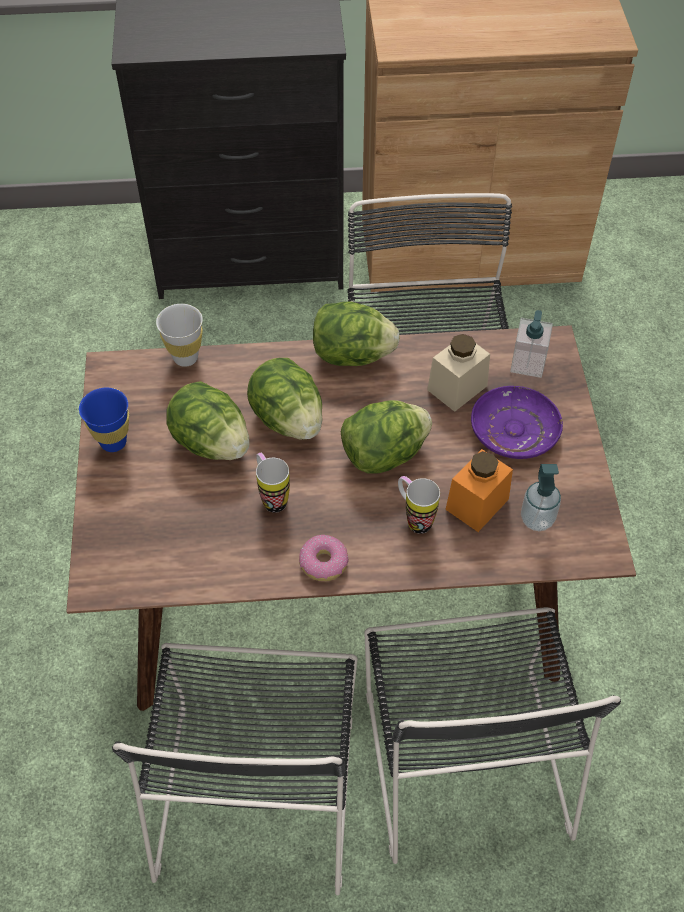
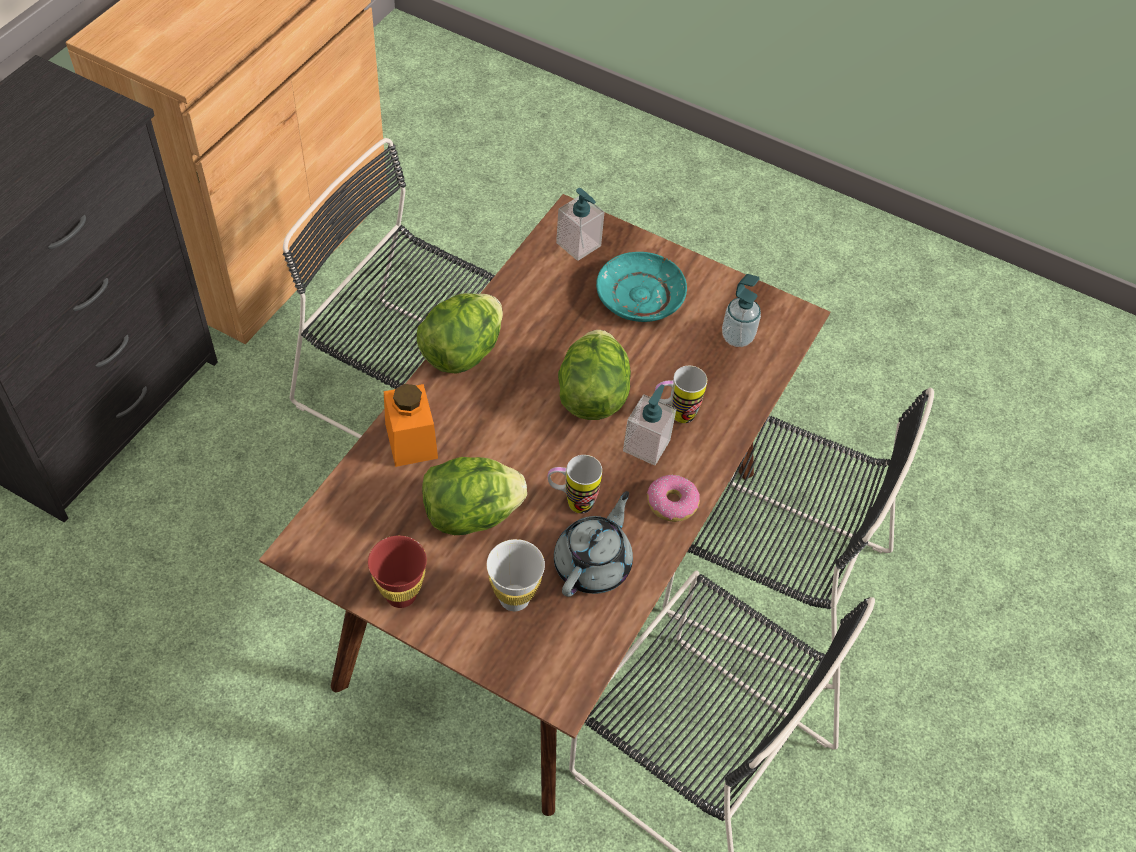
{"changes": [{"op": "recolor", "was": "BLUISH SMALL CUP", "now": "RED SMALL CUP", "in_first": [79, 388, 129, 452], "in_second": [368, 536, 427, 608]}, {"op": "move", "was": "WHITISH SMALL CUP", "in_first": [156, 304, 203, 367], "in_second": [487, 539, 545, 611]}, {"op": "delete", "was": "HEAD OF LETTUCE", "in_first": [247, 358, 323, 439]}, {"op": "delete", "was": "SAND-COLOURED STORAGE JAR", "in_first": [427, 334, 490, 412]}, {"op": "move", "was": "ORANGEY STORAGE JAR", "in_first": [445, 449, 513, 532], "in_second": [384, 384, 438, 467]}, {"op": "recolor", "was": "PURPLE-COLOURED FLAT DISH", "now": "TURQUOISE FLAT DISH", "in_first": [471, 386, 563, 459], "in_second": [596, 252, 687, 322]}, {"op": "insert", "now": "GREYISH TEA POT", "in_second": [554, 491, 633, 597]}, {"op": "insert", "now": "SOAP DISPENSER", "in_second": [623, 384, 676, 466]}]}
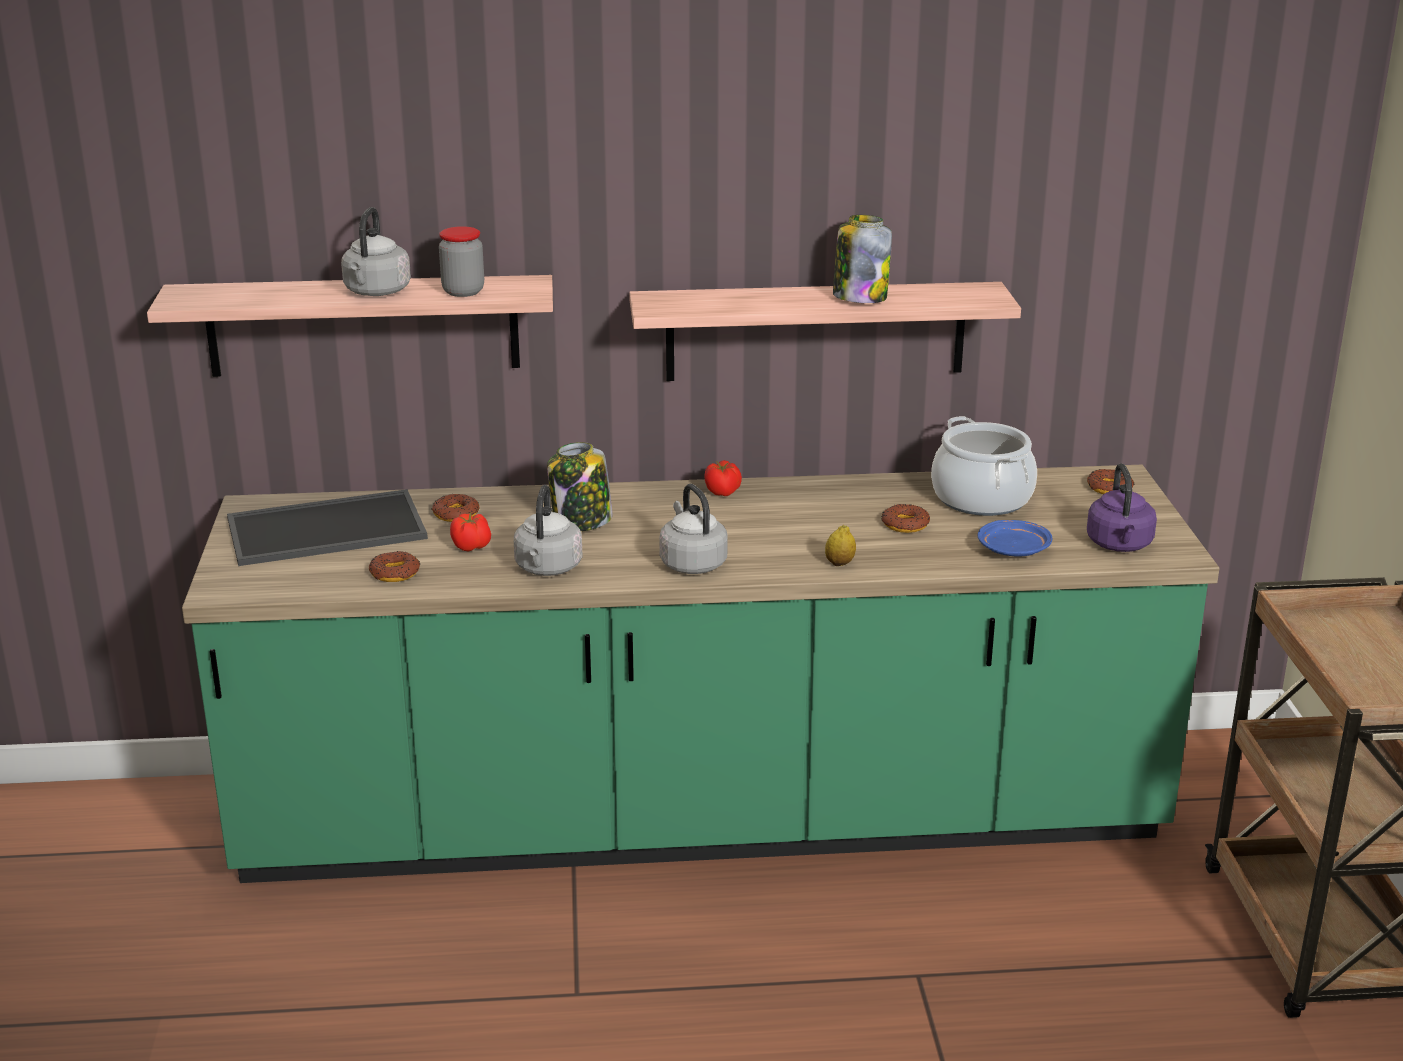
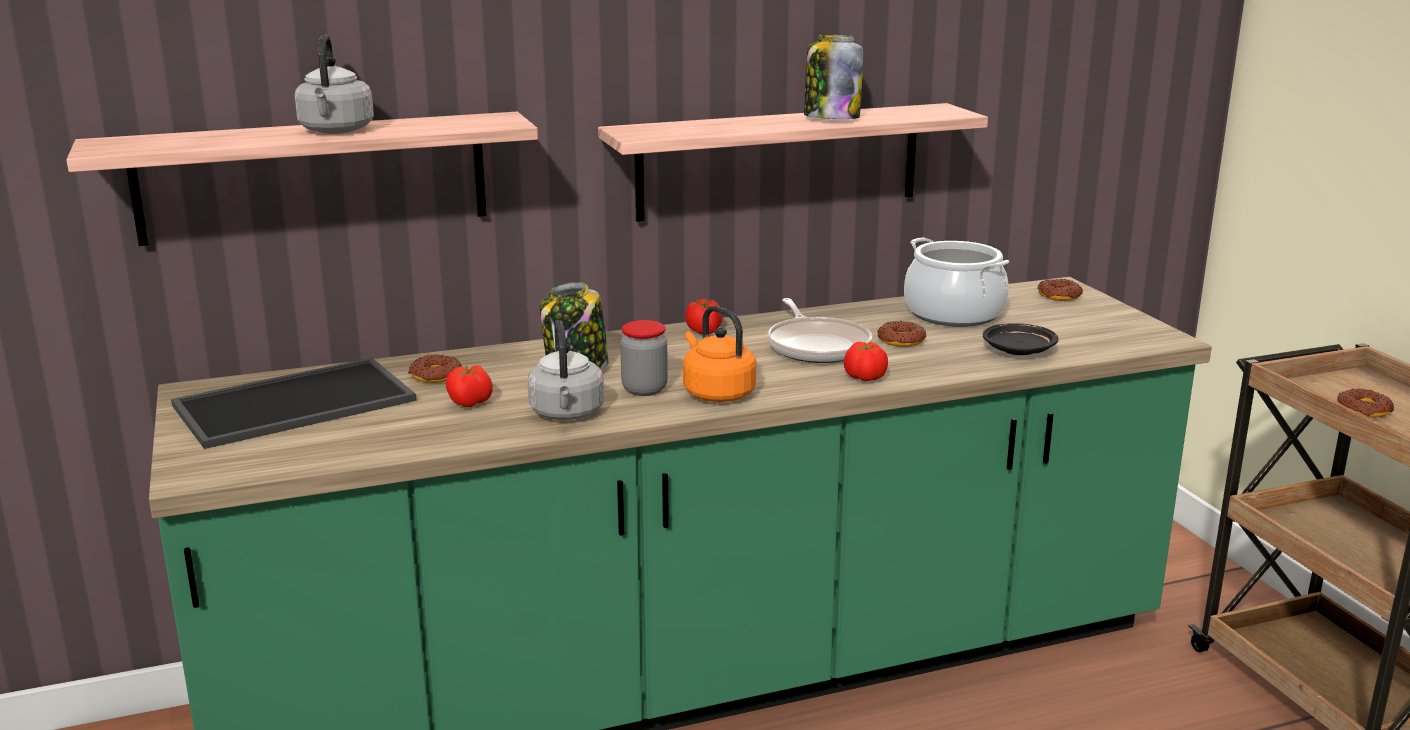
{"changes": [{"op": "move", "was": "RING DOUGHNUT", "in_first": [369, 551, 420, 582], "in_second": [1337, 389, 1394, 418]}, {"op": "move", "was": "STORAGE JAR", "in_first": [439, 226, 484, 297], "in_second": [620, 320, 668, 396]}, {"op": "recolor", "was": "GREYISH KETTLE", "now": "ORANGEY KETTLE", "in_first": [659, 484, 728, 574], "in_second": [683, 306, 756, 402]}, {"op": "replace", "was": "WHOLE LEMON", "now": "TOMATO", "in_first": [825, 525, 856, 566], "in_second": [844, 342, 888, 382]}, {"op": "recolor", "was": "BLUISH FLAT DISH", "now": "BLACK-COLOURED FLAT DISH", "in_first": [977, 520, 1052, 556], "in_second": [983, 323, 1059, 355]}, {"op": "delete", "was": "PURPLE-COLOURED KETTLE", "in_first": [1087, 463, 1157, 552]}, {"op": "insert", "now": "PAN", "in_second": [767, 298, 872, 363]}]}
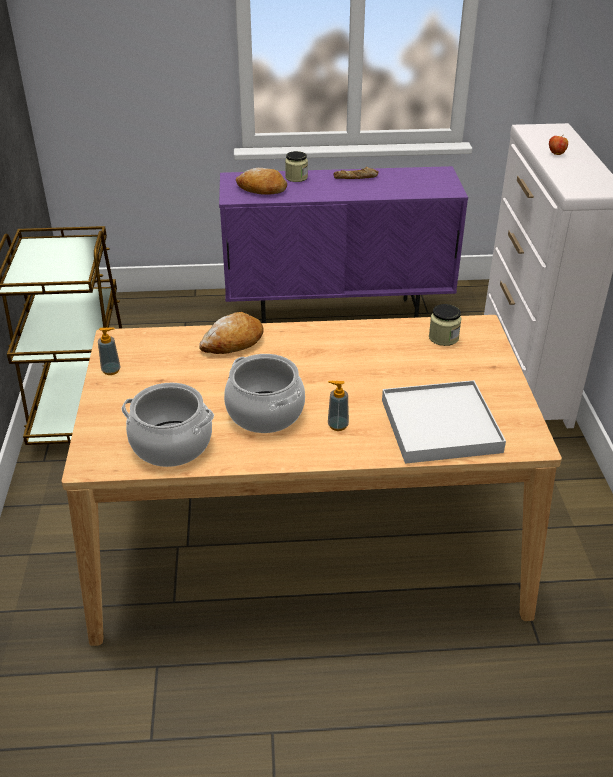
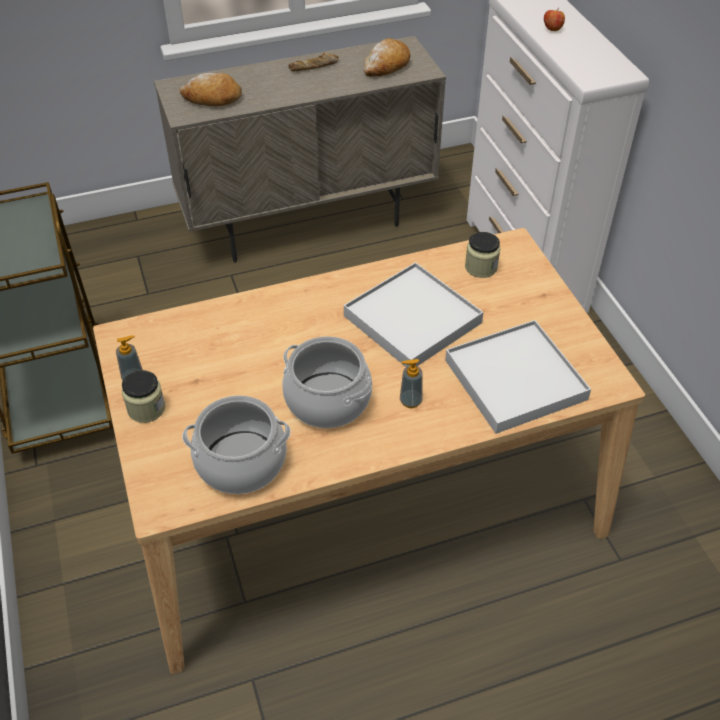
{"changes": [{"op": "move", "was": "BREAD", "in_first": [199, 312, 264, 354], "in_second": [364, 38, 410, 76]}, {"op": "recolor", "was": "PURPLE-COLOURED CUPBOARD", "now": "SAND-COLOURED CUPBOARD", "in_first": [219, 166, 468, 323], "in_second": [154, 36, 446, 262]}, {"op": "move", "was": "STORAGE JAR", "in_first": [285, 151, 308, 182], "in_second": [122, 370, 165, 423]}, {"op": "insert", "now": "WHITISH CARRYING TRAY", "in_second": [344, 262, 484, 367]}]}
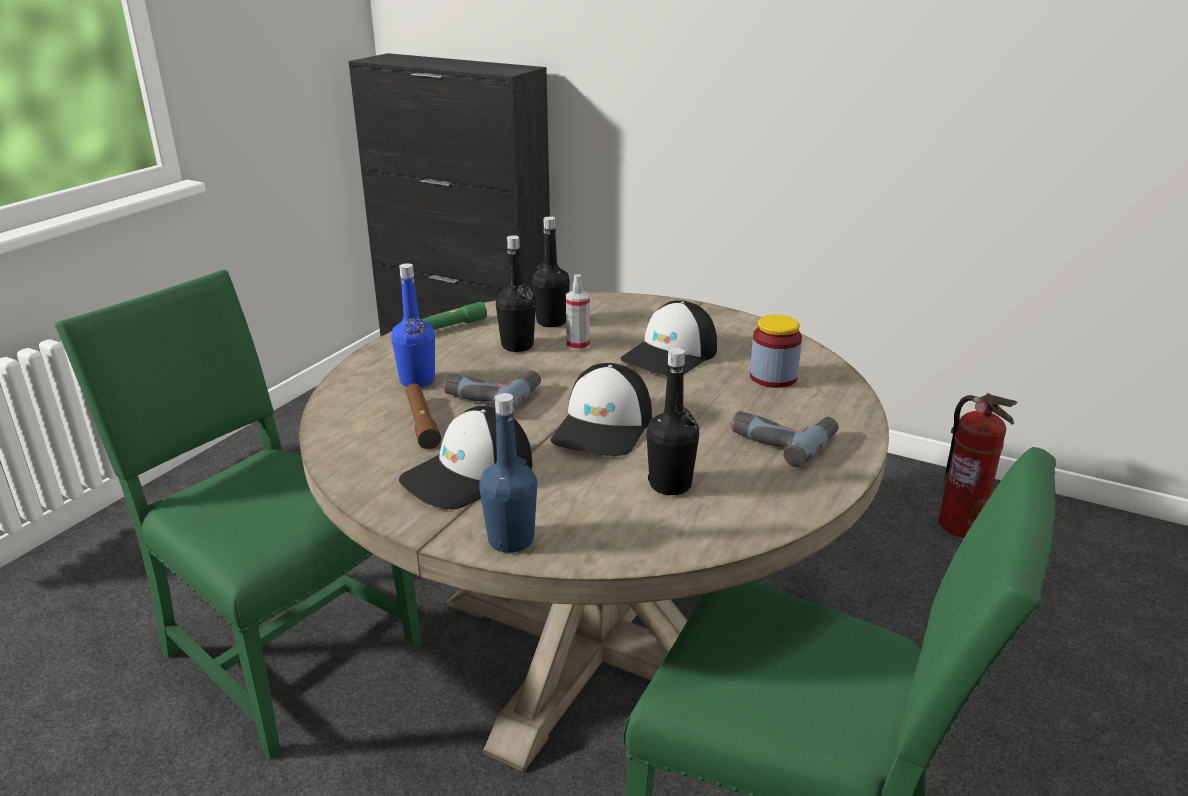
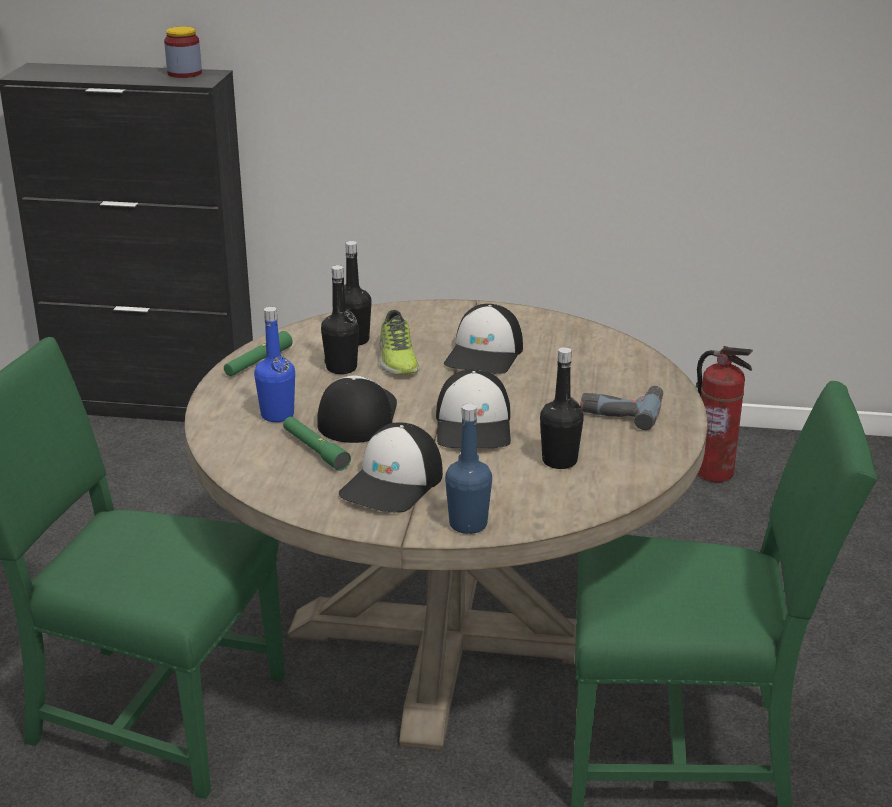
{"changes": [{"op": "recolor", "was": "BROWN-COLOURED HAND TORCH", "now": "GREEN HAND TORCH", "in_first": [406, 383, 441, 449], "in_second": [283, 417, 351, 471]}, {"op": "replace", "was": "POWER DRILL", "now": "CAP", "in_first": [443, 371, 541, 409], "in_second": [317, 375, 397, 443]}, {"op": "replace", "was": "SPRAY BOTTLE", "now": "SHOE", "in_first": [566, 274, 590, 351], "in_second": [379, 310, 419, 374]}, {"op": "move", "was": "STORAGE JAR", "in_first": [750, 315, 802, 388], "in_second": [164, 27, 202, 78]}]}
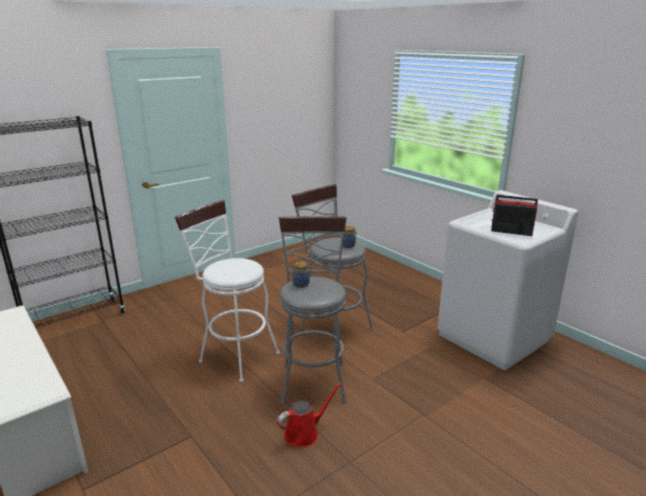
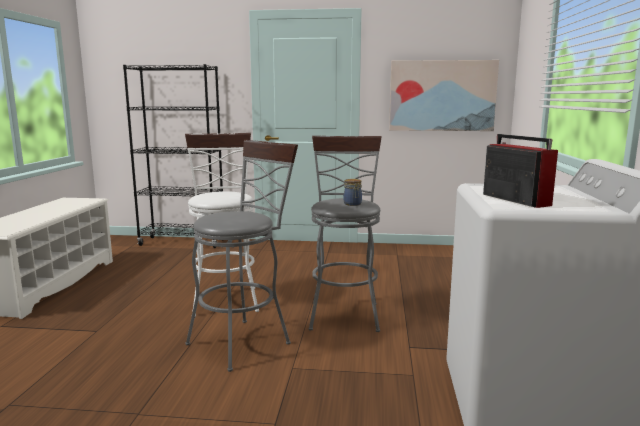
{"changes": [{"op": "delete", "was": "RED SPRINKLING CAN", "in_first": [277, 383, 342, 447]}, {"op": "delete", "was": "STORAGE JAR", "in_first": [292, 261, 311, 288]}, {"op": "insert", "now": "WALL ART", "in_second": [389, 60, 499, 131]}]}
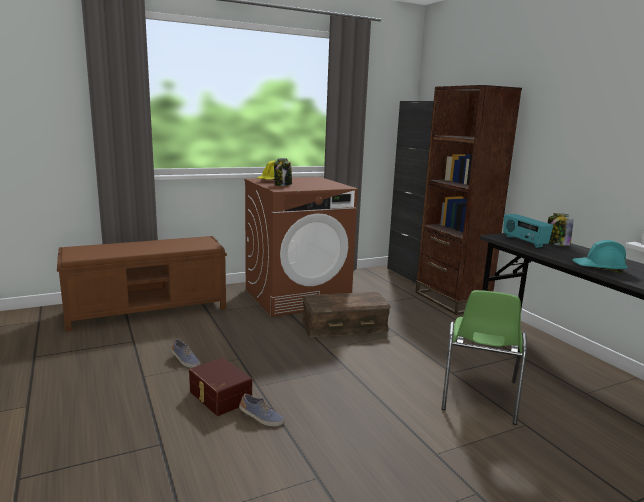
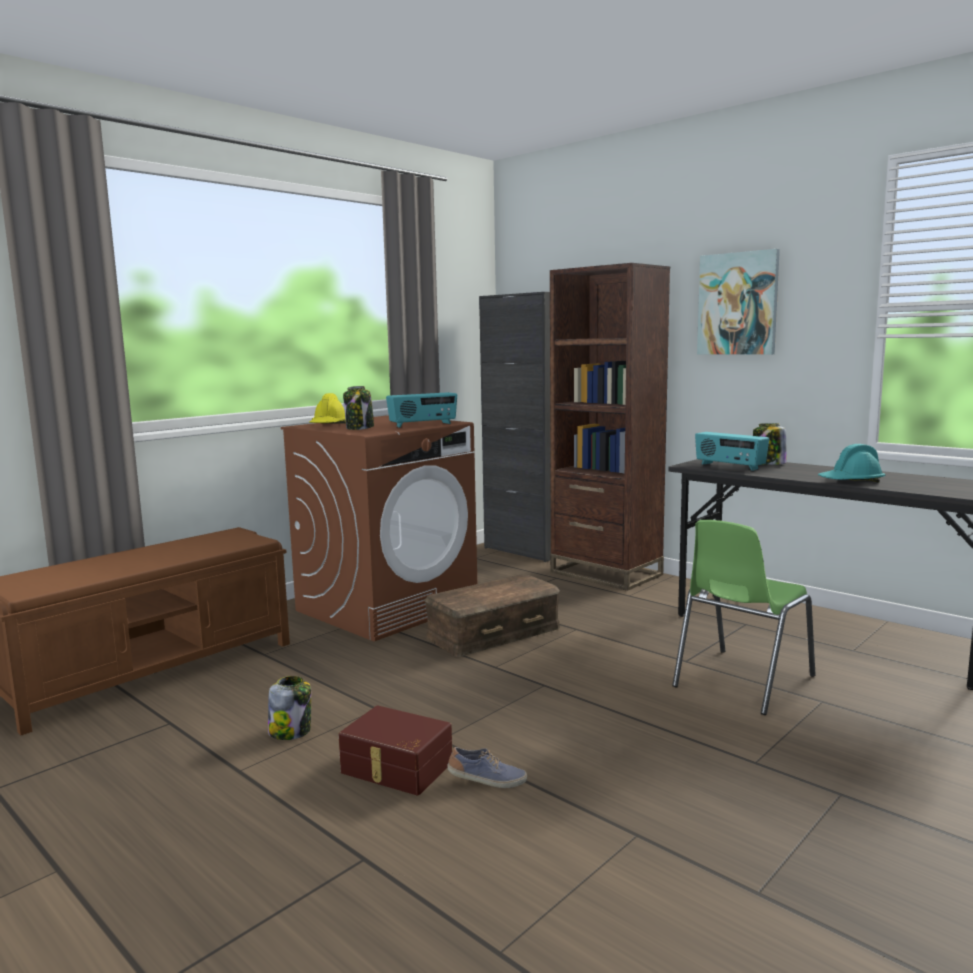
{"changes": [{"op": "replace", "was": "SHOE", "now": "STORAGE JAR", "in_first": [171, 339, 201, 368], "in_second": [268, 676, 311, 740]}, {"op": "rotate", "was": "GREEN UPRIGHT CHAIR", "in_first": [441, 290, 527, 425], "in_second": [672, 520, 815, 715], "clockwise": 45}, {"op": "insert", "now": "RADIO SET", "in_second": [386, 392, 457, 428]}, {"op": "insert", "now": "WALL ART", "in_second": [697, 249, 780, 355]}]}
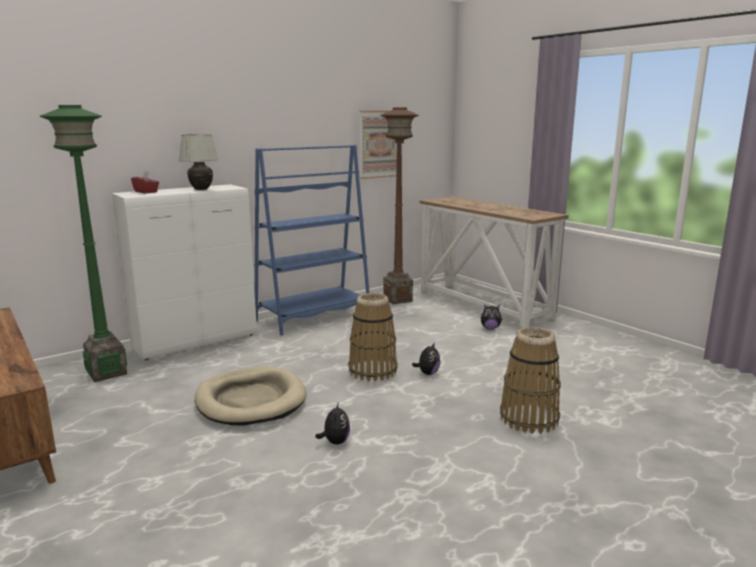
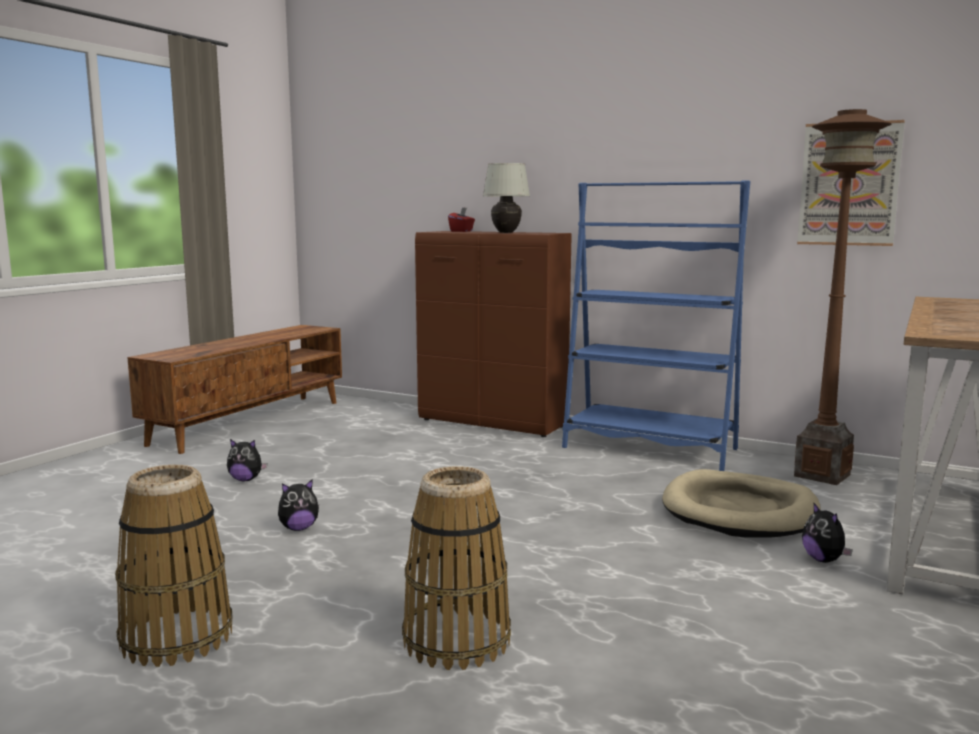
{"changes": [{"op": "delete", "was": "GREEN STANDING LAMP", "in_first": [40, 105, 127, 382]}, {"op": "recolor", "was": "WHITISH CUPBOARD", "now": "BROWN-COLOURED CUPBOARD", "in_first": [112, 184, 257, 360], "in_second": [415, 231, 572, 437]}, {"op": "move", "was": "SAND-COLOURED DOG BED", "in_first": [195, 366, 307, 426], "in_second": [662, 469, 821, 537]}, {"op": "move", "was": "STORAGE BASKET", "in_first": [349, 293, 398, 381], "in_second": [115, 465, 233, 667]}, {"op": "move", "was": "PLUSH TOY", "in_first": [412, 342, 440, 375], "in_second": [227, 439, 267, 481]}]}
